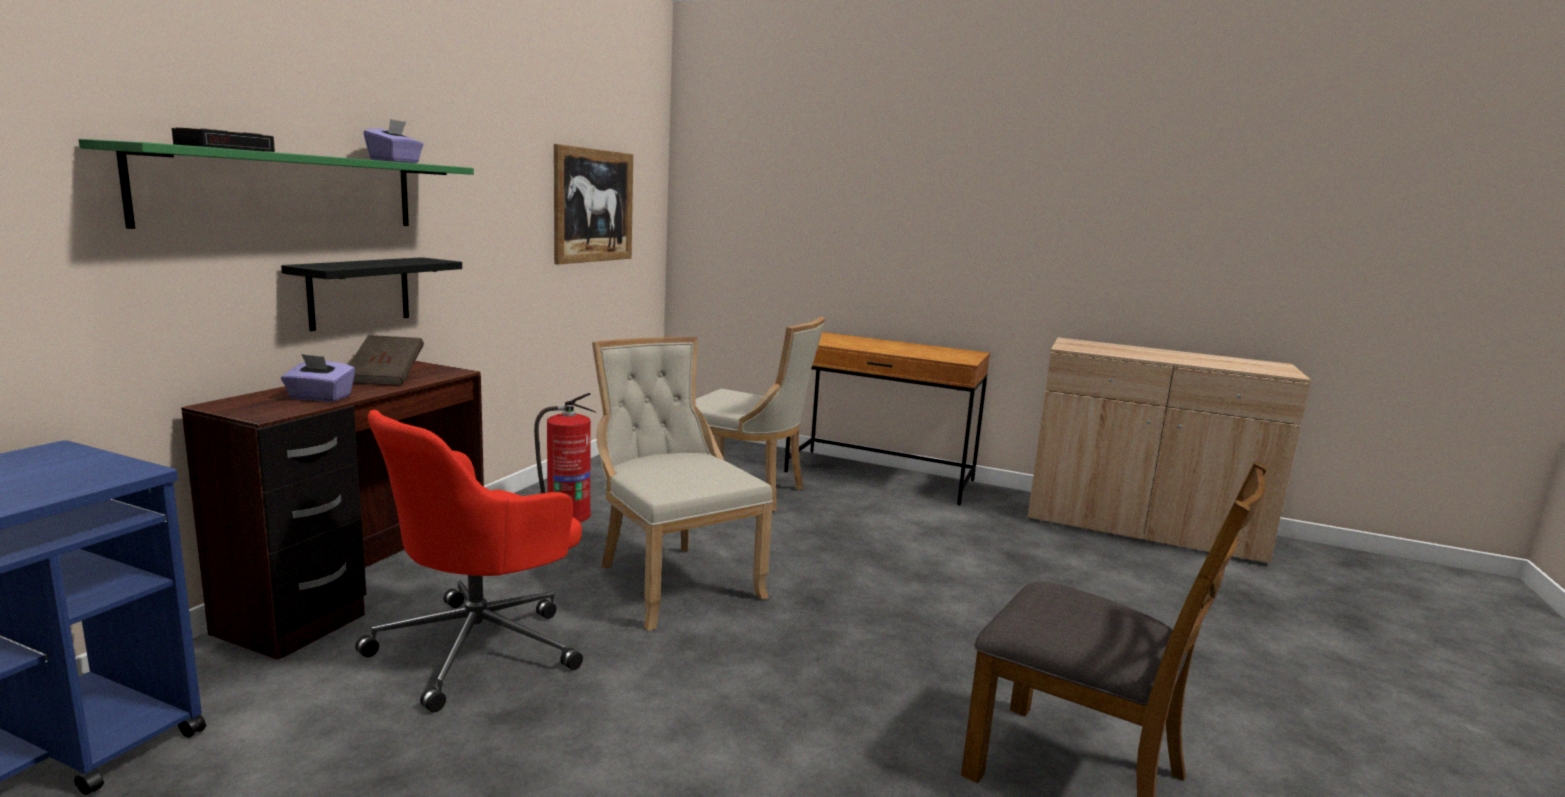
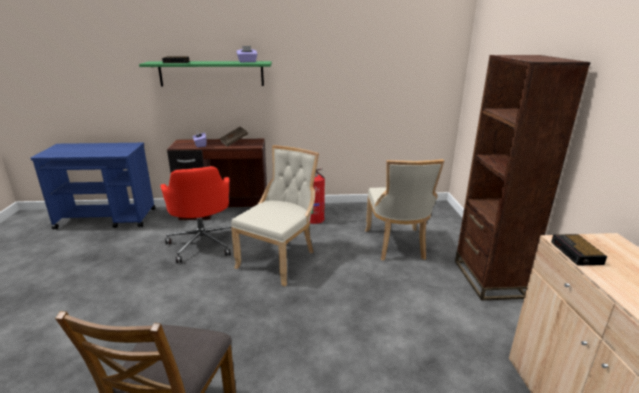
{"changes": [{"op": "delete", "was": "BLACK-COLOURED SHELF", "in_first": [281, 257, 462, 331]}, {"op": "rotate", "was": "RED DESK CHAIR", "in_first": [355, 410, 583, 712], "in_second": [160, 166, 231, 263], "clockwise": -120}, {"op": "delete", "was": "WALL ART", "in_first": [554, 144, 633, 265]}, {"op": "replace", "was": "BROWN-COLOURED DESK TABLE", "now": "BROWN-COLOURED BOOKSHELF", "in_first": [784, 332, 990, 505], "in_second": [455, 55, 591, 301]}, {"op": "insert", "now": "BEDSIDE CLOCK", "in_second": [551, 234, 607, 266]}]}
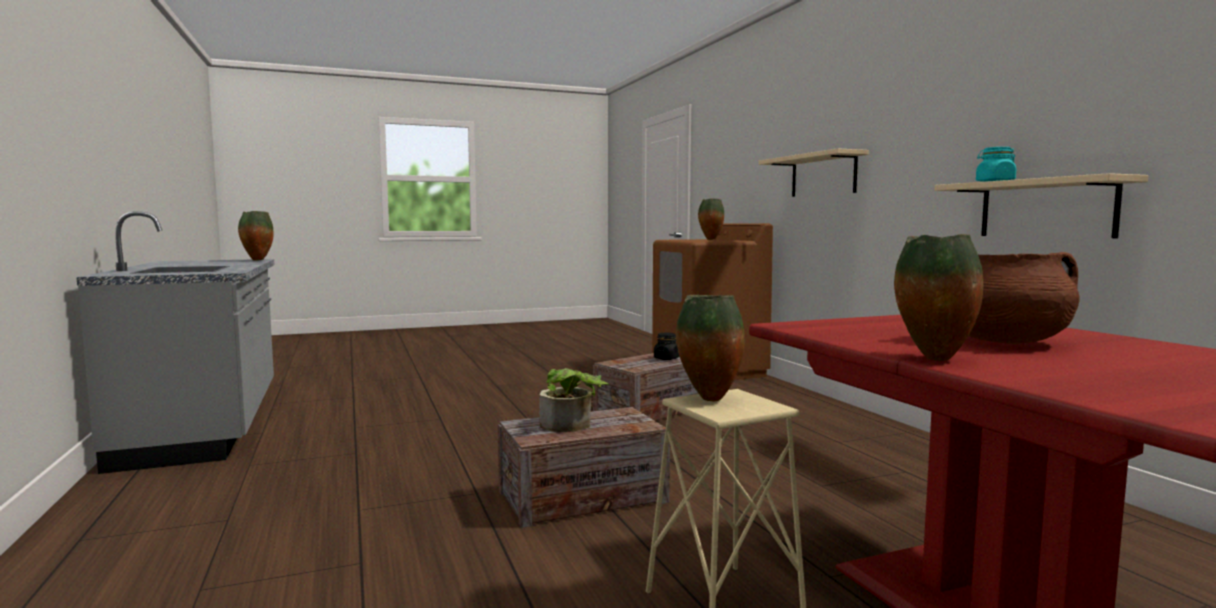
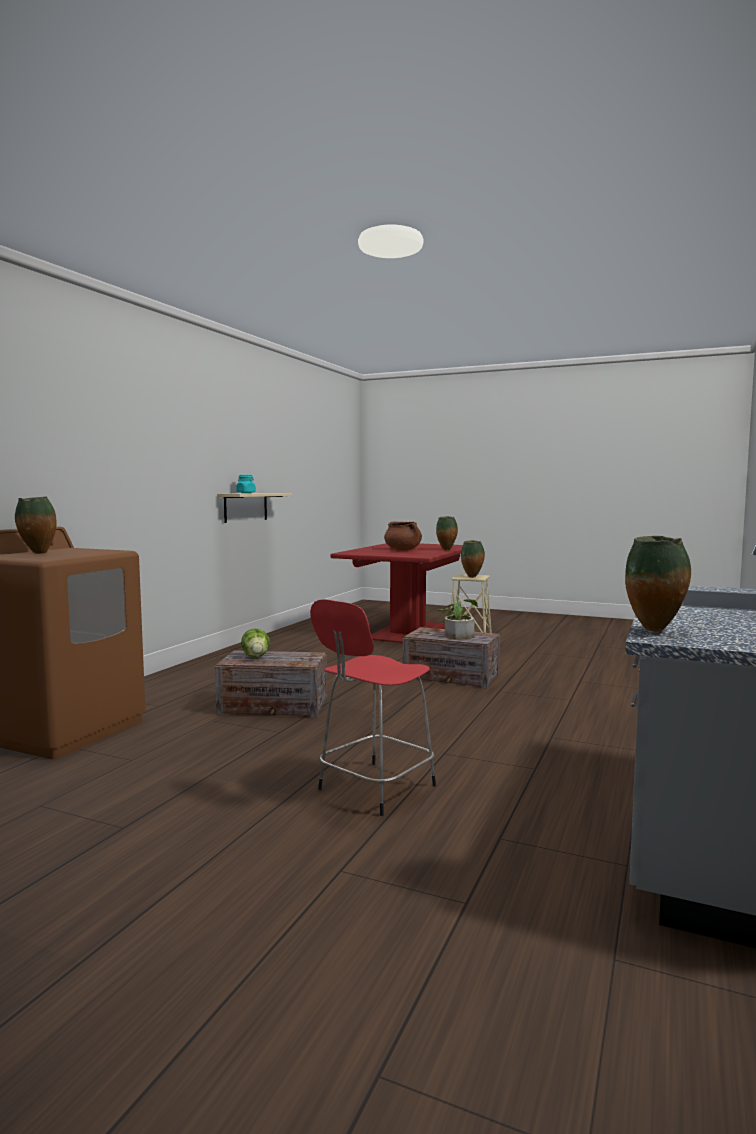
{"changes": [{"op": "replace", "was": "BLACK-COLOURED STORAGE JAR", "now": "HEAD OF LETTUCE", "in_first": [654, 333, 679, 360], "in_second": [241, 628, 270, 657]}, {"op": "delete", "was": "SAND-COLOURED SHELF", "in_first": [758, 148, 869, 197]}, {"op": "insert", "now": "RED STOOL", "in_second": [310, 599, 436, 816]}]}
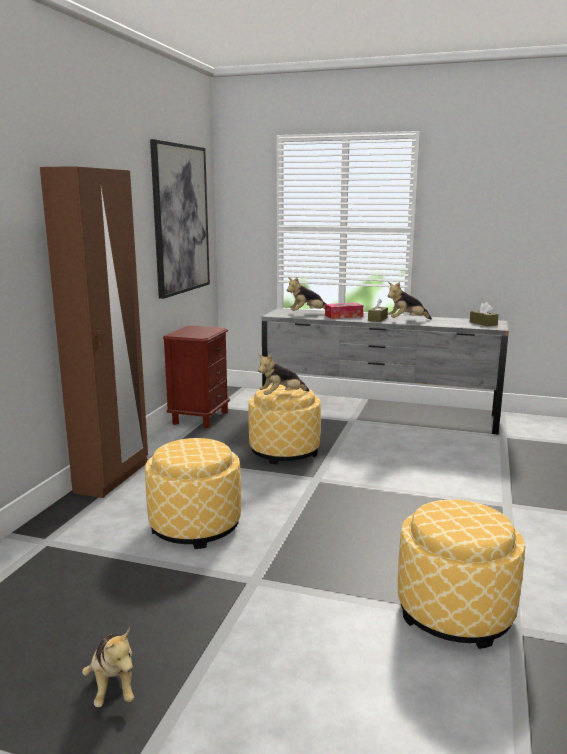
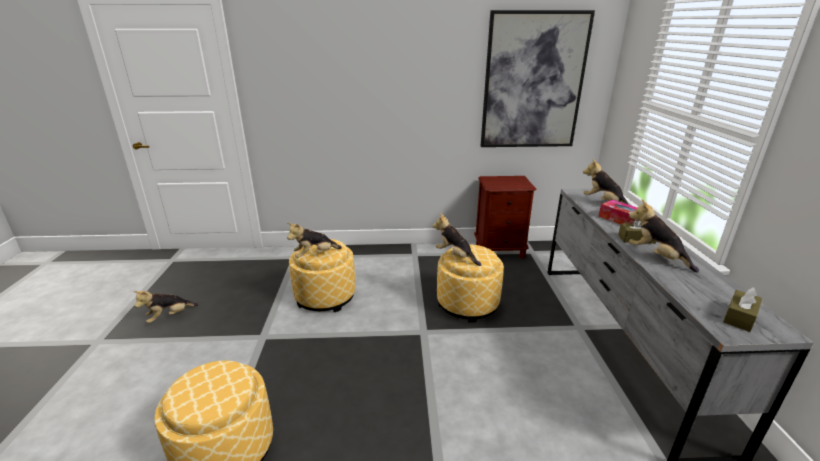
{"changes": [{"op": "delete", "was": "BROWN-COLOURED WARDROBE", "in_first": [40, 166, 148, 498]}, {"op": "insert", "now": "PLUSH TOY", "in_second": [287, 223, 342, 258]}]}
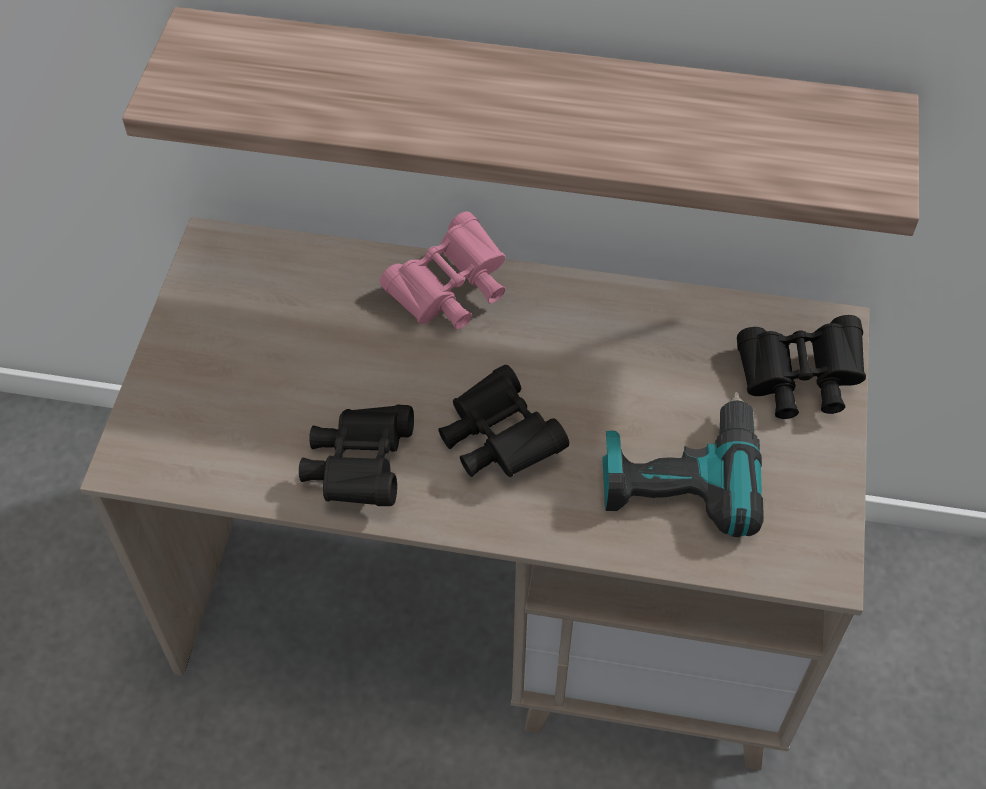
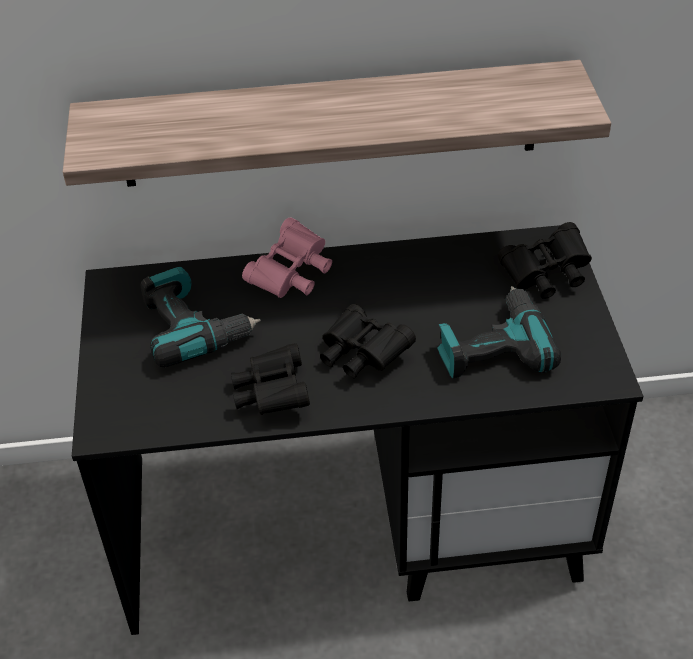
{"changes": [{"op": "recolor", "was": "SAND-COLOURED DESK TABLE", "now": "BLACK-COLOURED DESK TABLE", "in_first": [80, 217, 870, 770], "in_second": [72, 225, 643, 635]}, {"op": "insert", "now": "POWER DRILL", "in_second": [141, 267, 261, 368]}]}
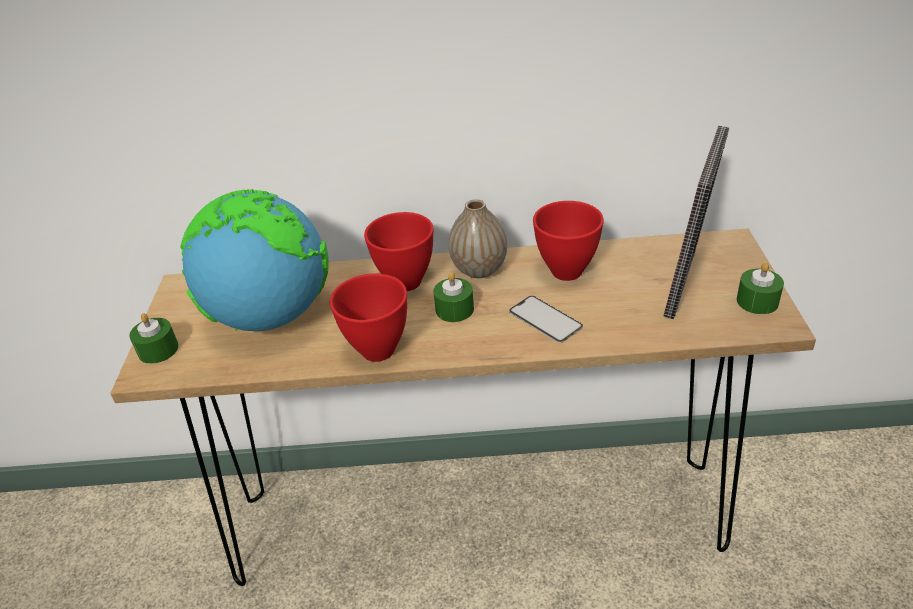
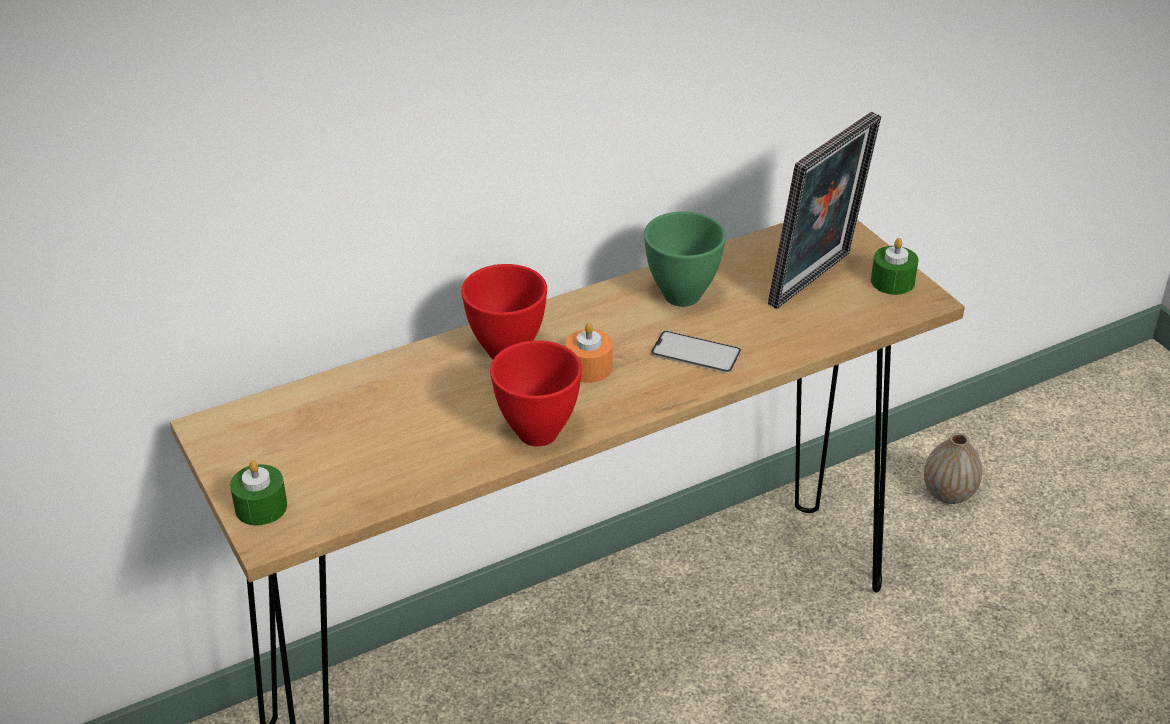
{"changes": [{"op": "delete", "was": "WORLD GLOBE", "in_first": [180, 189, 329, 331]}, {"op": "recolor", "was": "GREEN WAX CANDLE", "now": "ORANGEY WAX CANDLE", "in_first": [433, 272, 474, 322], "in_second": [565, 323, 613, 383]}, {"op": "move", "was": "VASE", "in_first": [449, 199, 507, 278], "in_second": [924, 433, 982, 504]}, {"op": "recolor", "was": "RED DEEP DISH", "now": "GREEN DEEP DISH", "in_first": [533, 201, 604, 281], "in_second": [644, 211, 726, 307]}, {"op": "rotate", "was": "PICTURE FRAME", "in_first": [664, 126, 729, 319], "in_second": [768, 112, 881, 309], "clockwise": 45}]}
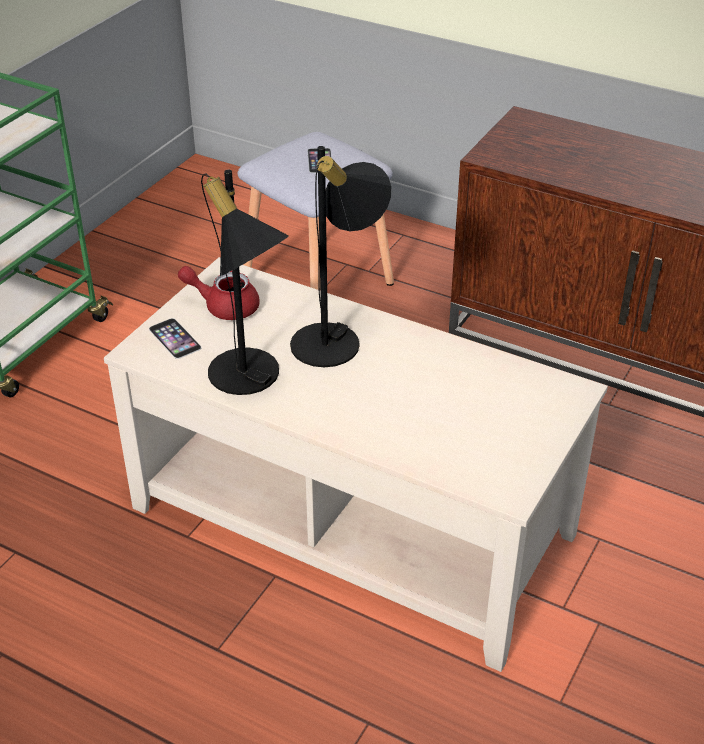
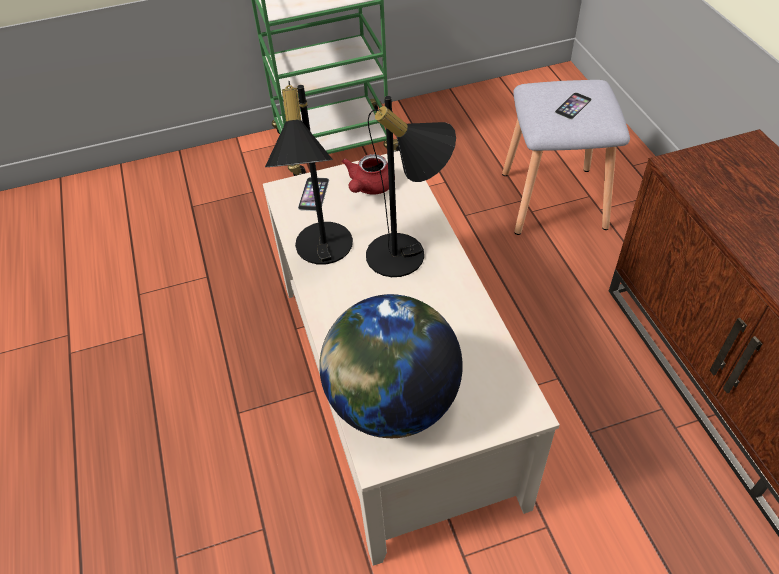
{"changes": [{"op": "rotate", "was": "RED TEA POT", "in_first": [178, 266, 260, 320], "in_second": [342, 154, 389, 195], "clockwise": -120}, {"op": "insert", "now": "WORLD GLOBE", "in_second": [319, 294, 463, 438]}]}
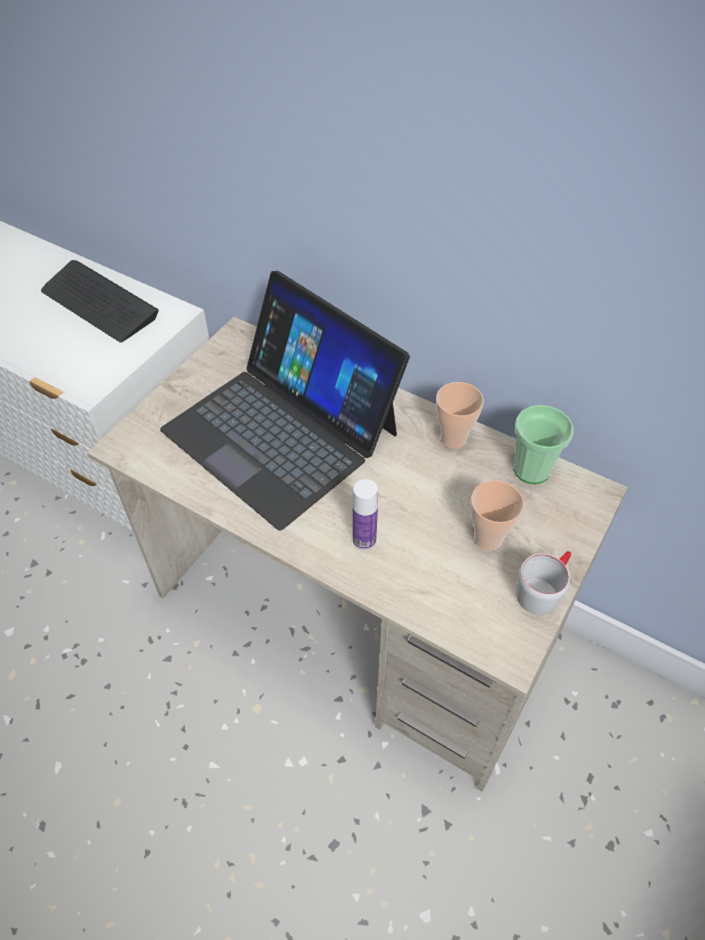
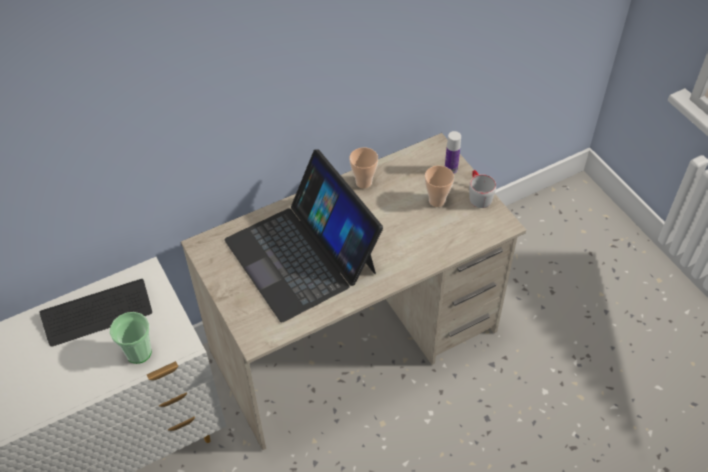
{"changes": [{"op": "rotate", "was": "LAPTOP", "in_first": [160, 271, 410, 531], "in_second": [225, 149, 383, 323], "clockwise": 75}, {"op": "move", "was": "DRINK BOTTLE", "in_first": [353, 479, 378, 550], "in_second": [445, 131, 461, 174]}, {"op": "move", "was": "SMALL CUP", "in_first": [513, 405, 574, 484], "in_second": [110, 312, 152, 364]}]}
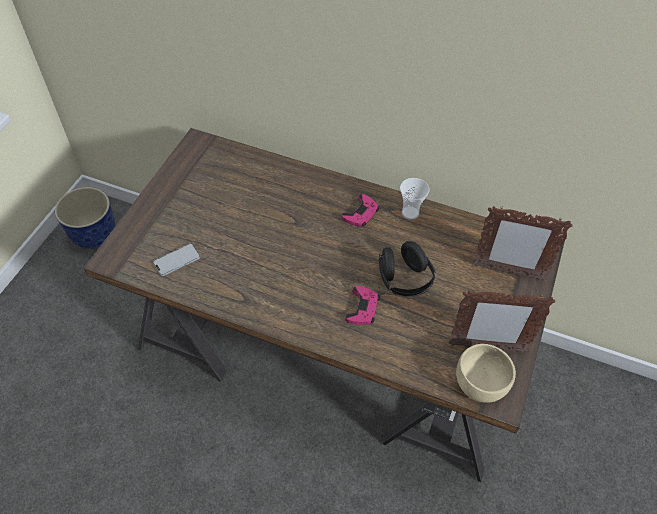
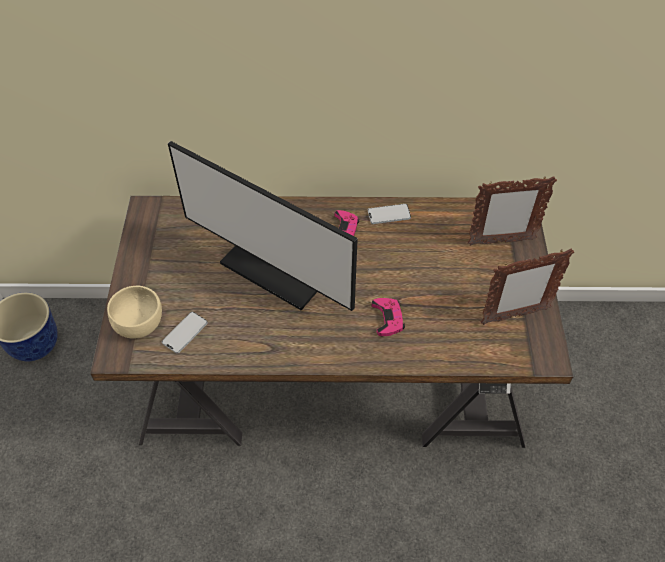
{"changes": [{"op": "delete", "was": "BLACK-COLOURED PAIR OF HEADPHONES", "in_first": [379, 241, 436, 297]}, {"op": "replace", "was": "SMALL CUP", "now": "TELEPHONE", "in_first": [400, 178, 430, 220], "in_second": [368, 204, 411, 224]}, {"op": "move", "was": "SAND-COLOURED DEEP DISH", "in_first": [456, 344, 516, 403], "in_second": [107, 286, 162, 339]}, {"op": "insert", "now": "COMPUTER DISPLAY", "in_second": [168, 141, 358, 311]}]}
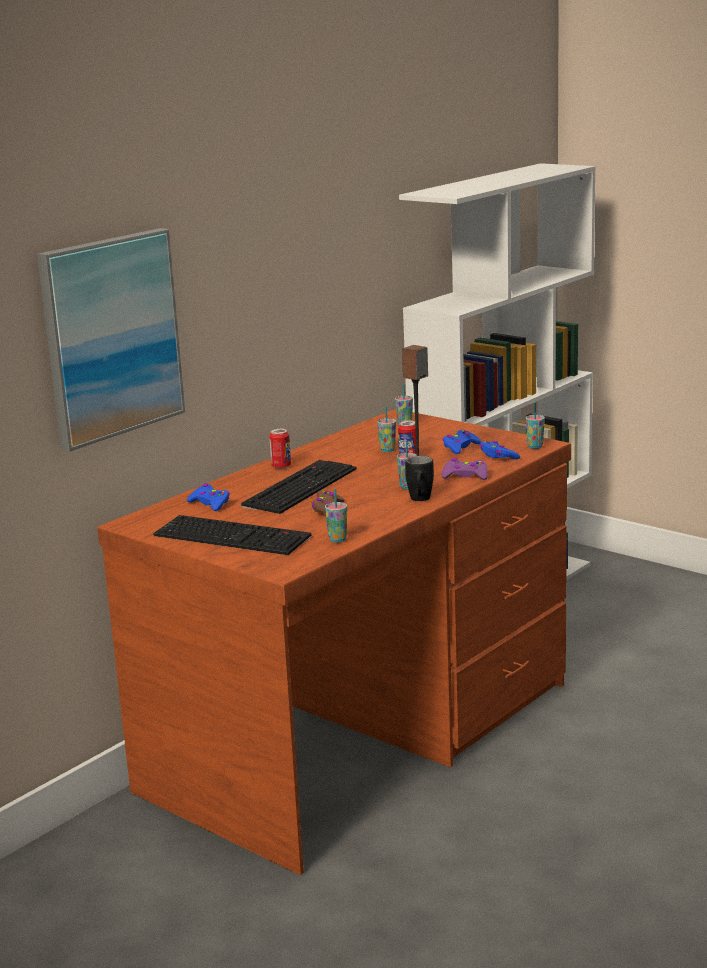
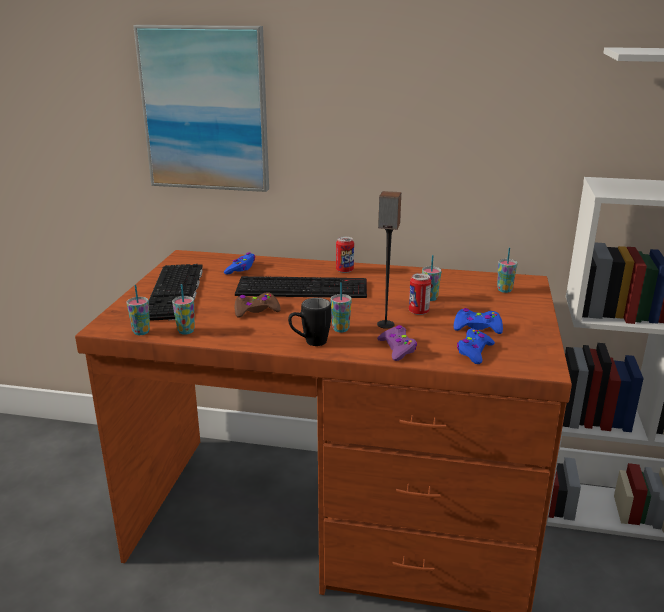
{"changes": [{"op": "move", "was": "SMALL CUP", "in_first": [526, 403, 545, 449], "in_second": [127, 285, 150, 335]}]}
